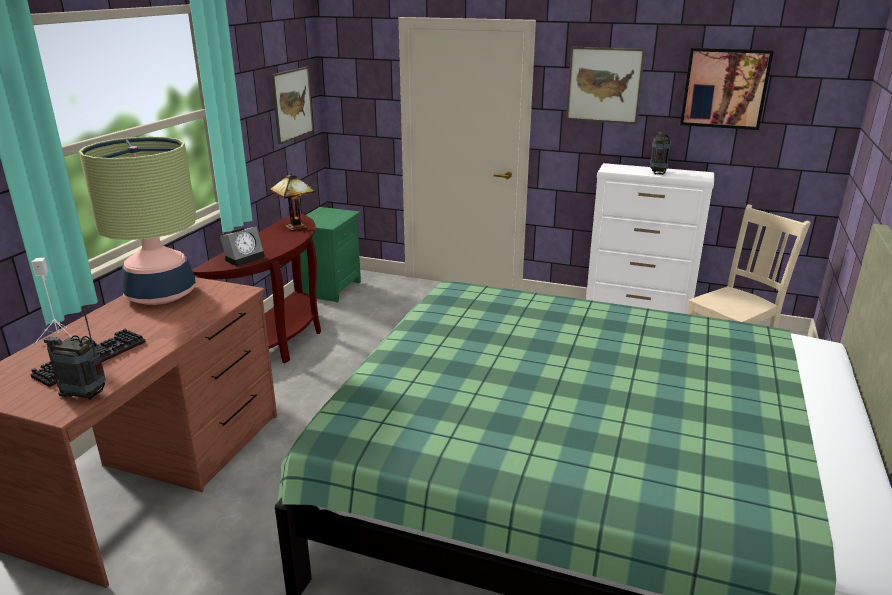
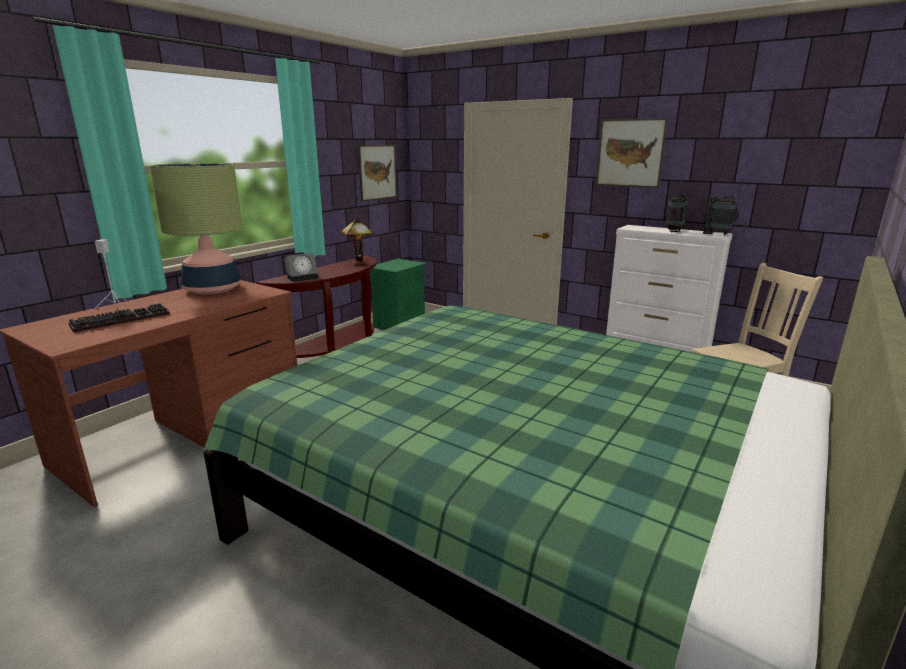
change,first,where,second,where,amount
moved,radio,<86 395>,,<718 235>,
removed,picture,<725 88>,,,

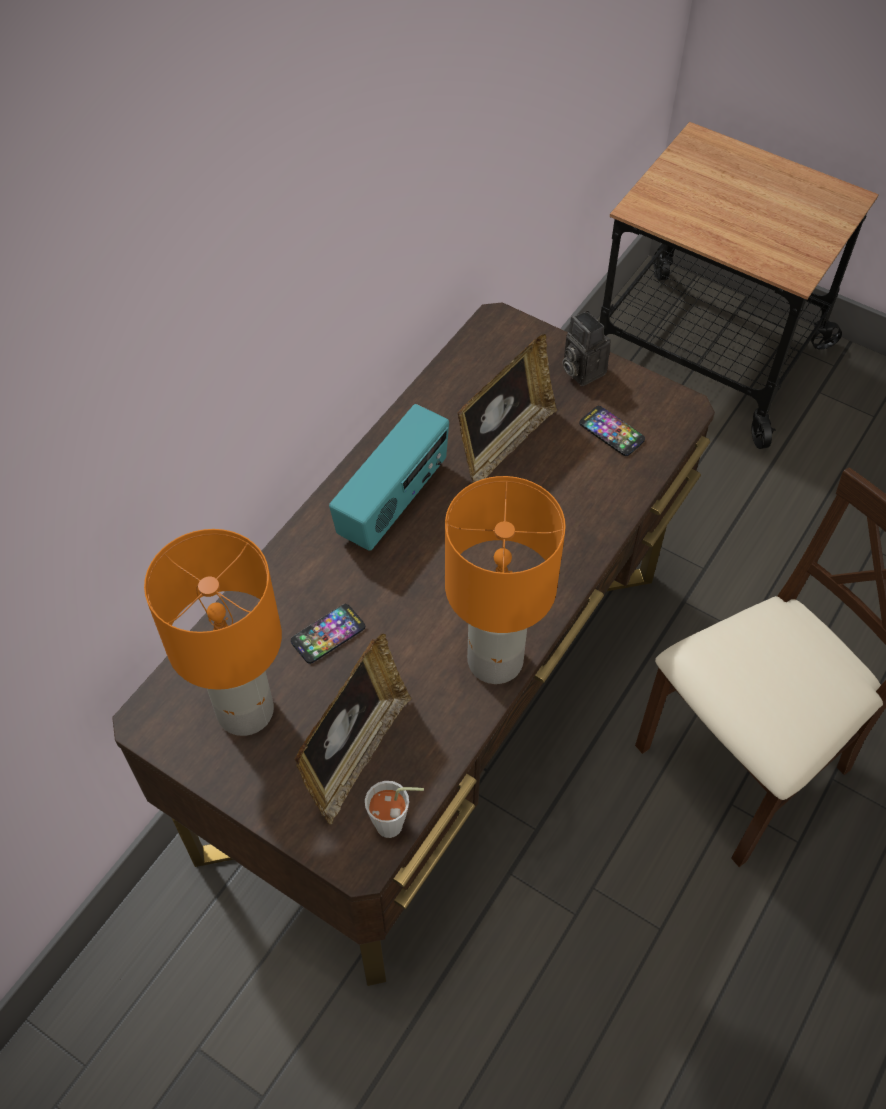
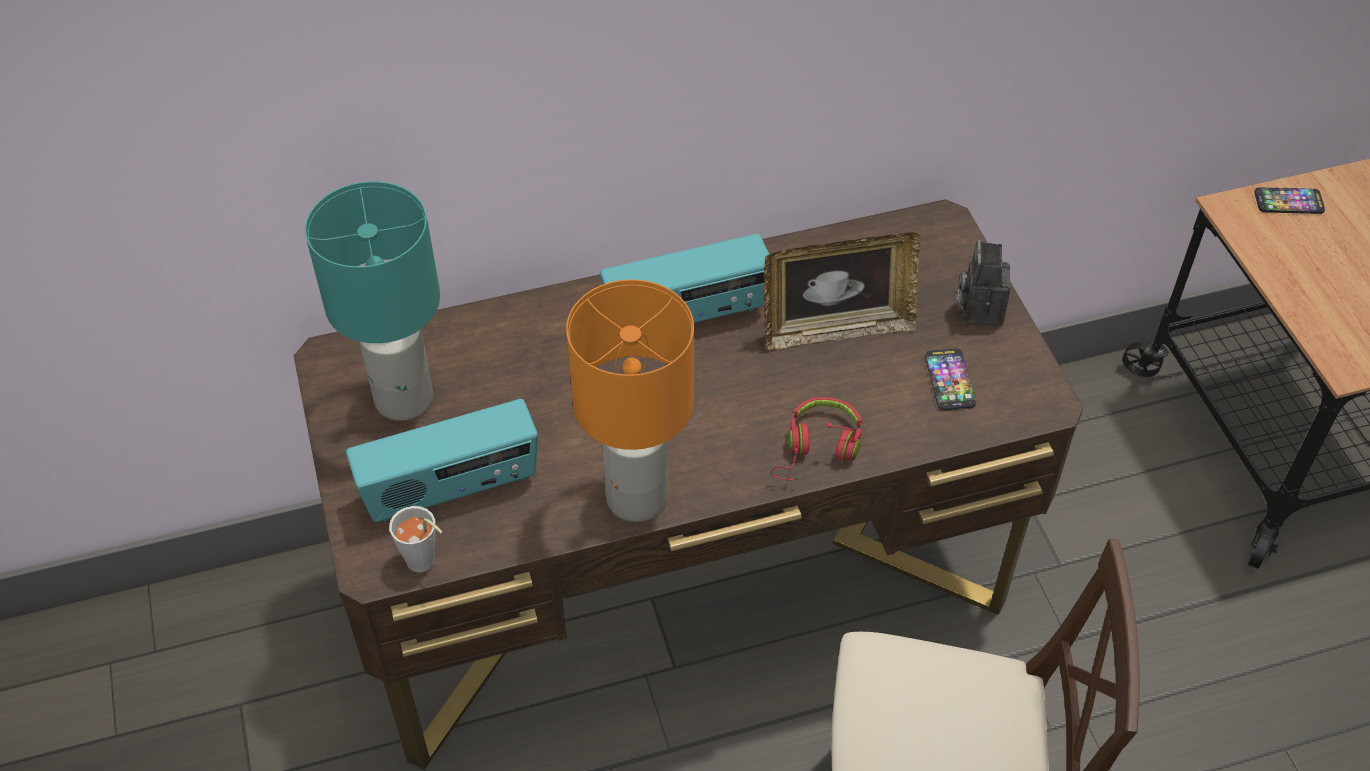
change,first,where,second,where,amount
recoloured,orange table lamp,<247 710>,turquoise table lamp,<405 400>,
replaced,picture frame,<356 754>,radio,<451 489>,
added,,,red headphones,<817 449>,
moved,phone,<328 634>,,<1288 202>,

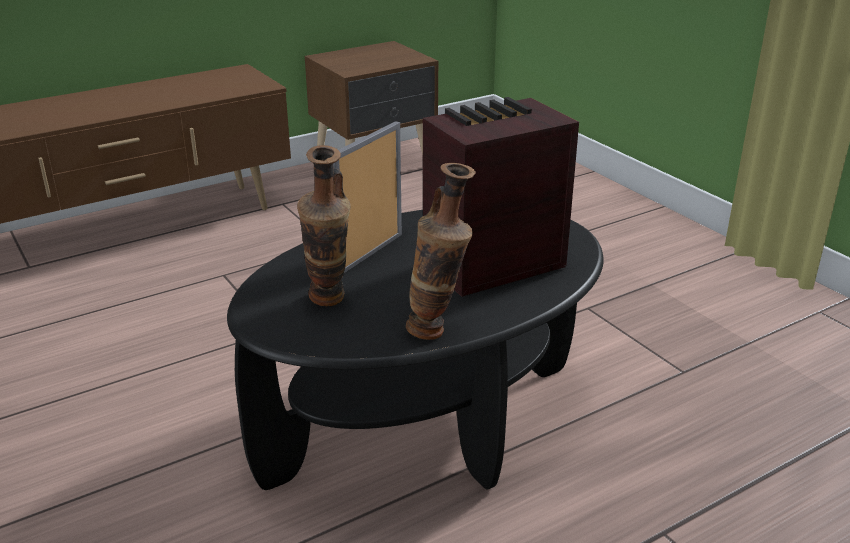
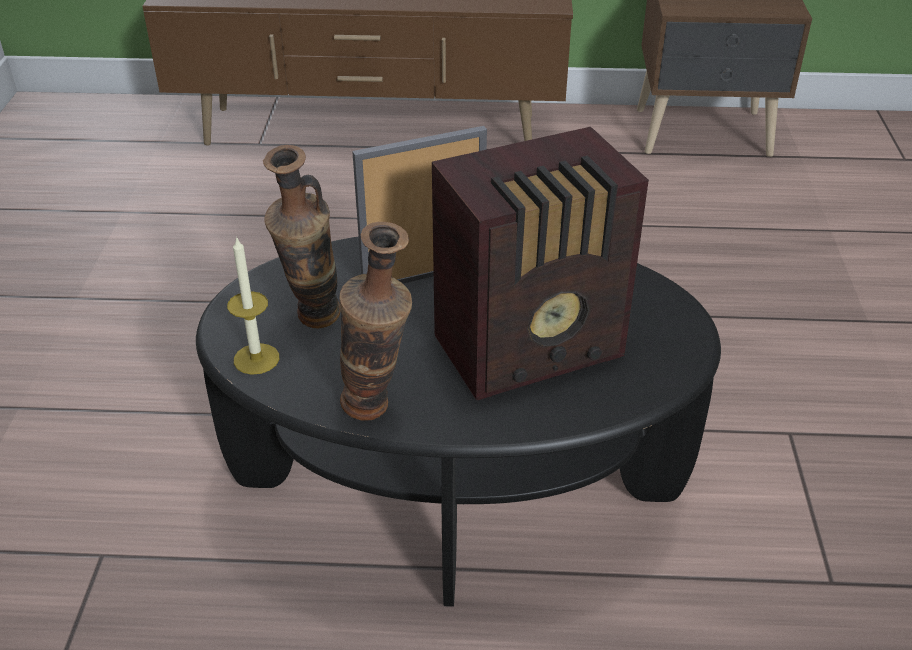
change,first,where,second,where,amount
added,,,candle,<256 359>,
turned,radio,<490 265>,,<533 349>,150 degrees clockwise

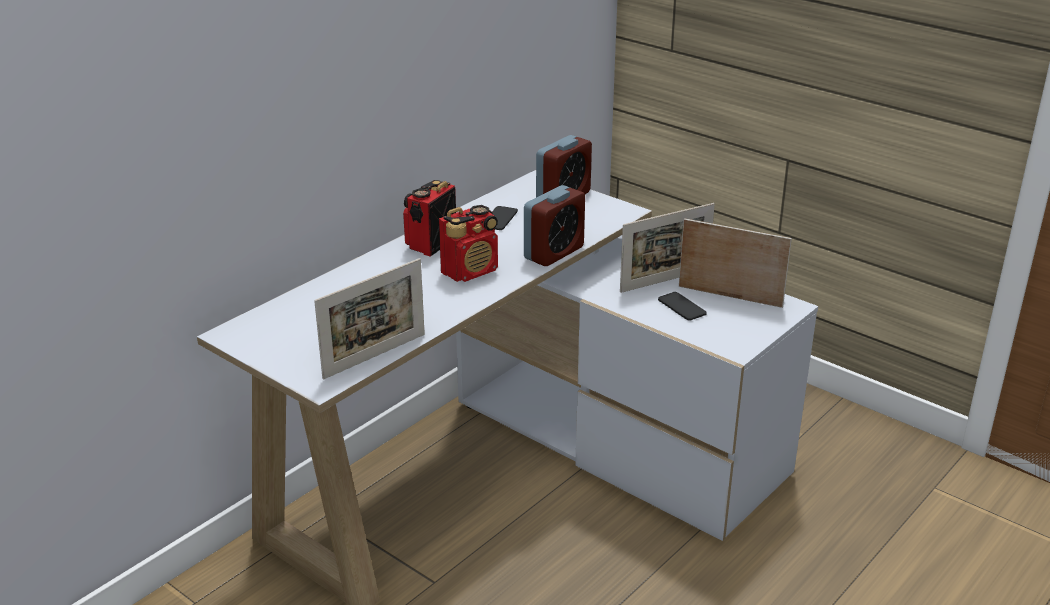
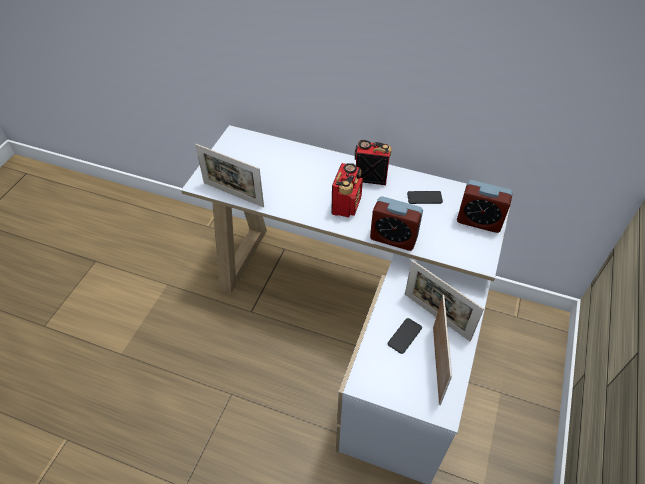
change,first,where,second,where,amount
turned,radio,<470 271>,,<346 205>,105 degrees counterclockwise

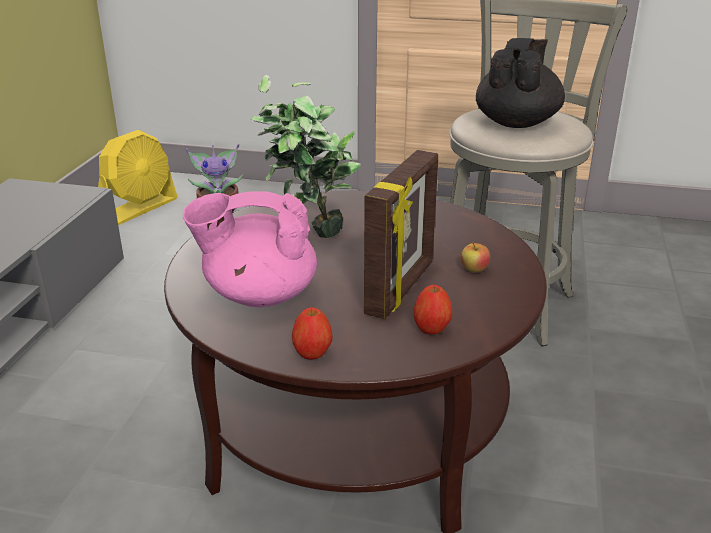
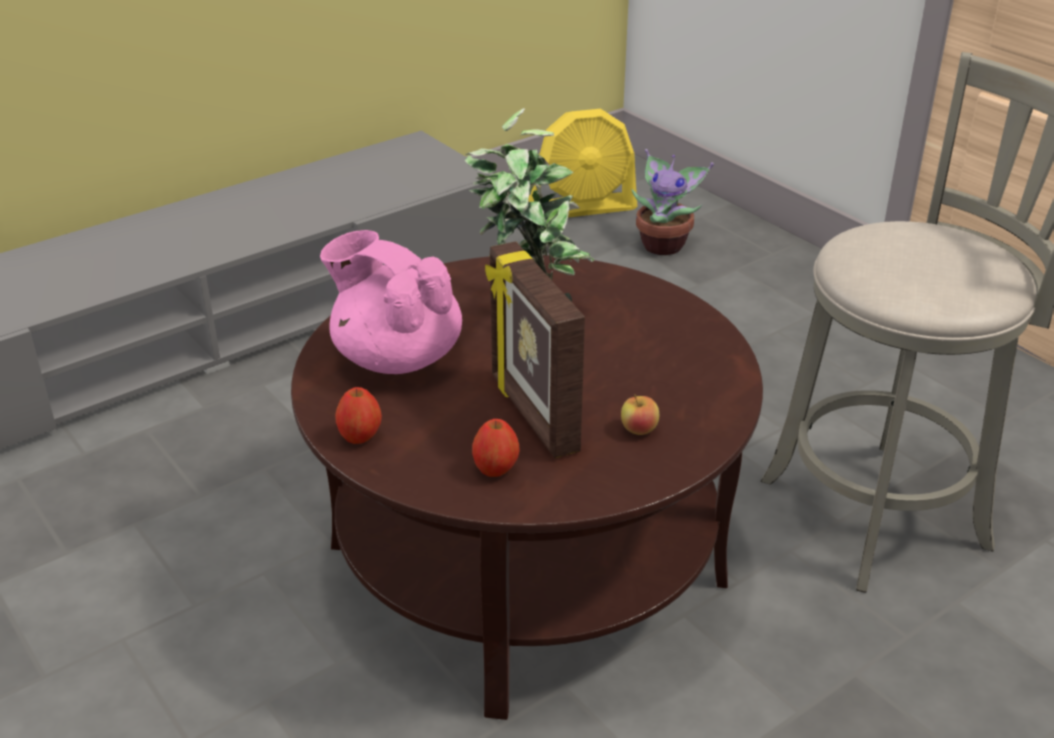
change,first,where,second,where,amount
turned,picture frame,<401 289>,,<532 414>,90 degrees clockwise
removed,black teapot,<517 123>,,,

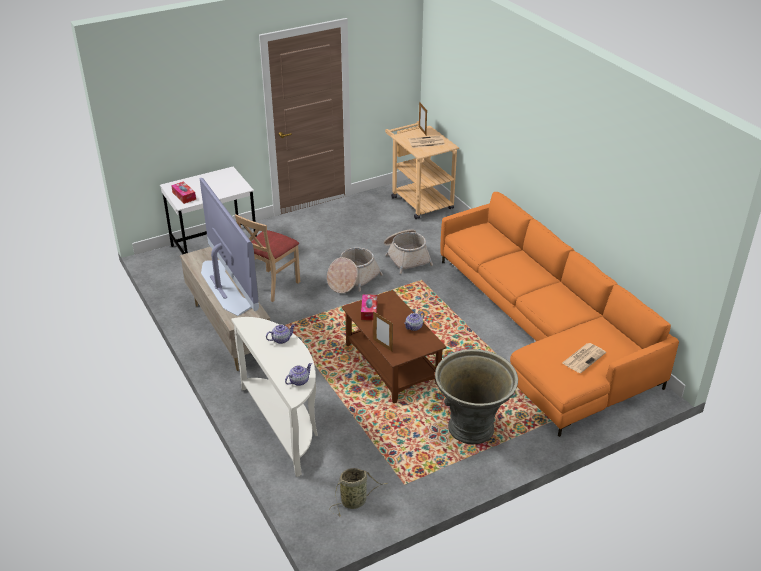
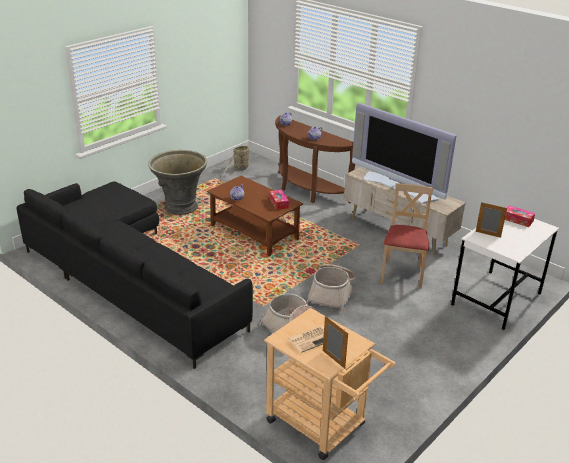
change,first,where,second,where,amount
recoloured,orange sofa,<543 332>,black sofa,<130 277>,
recoloured,white console table,<285 424>,brown console table,<306 191>,
moved,picture frame,<382 345>,,<488 234>,
removed,newspaper,<584 357>,,,

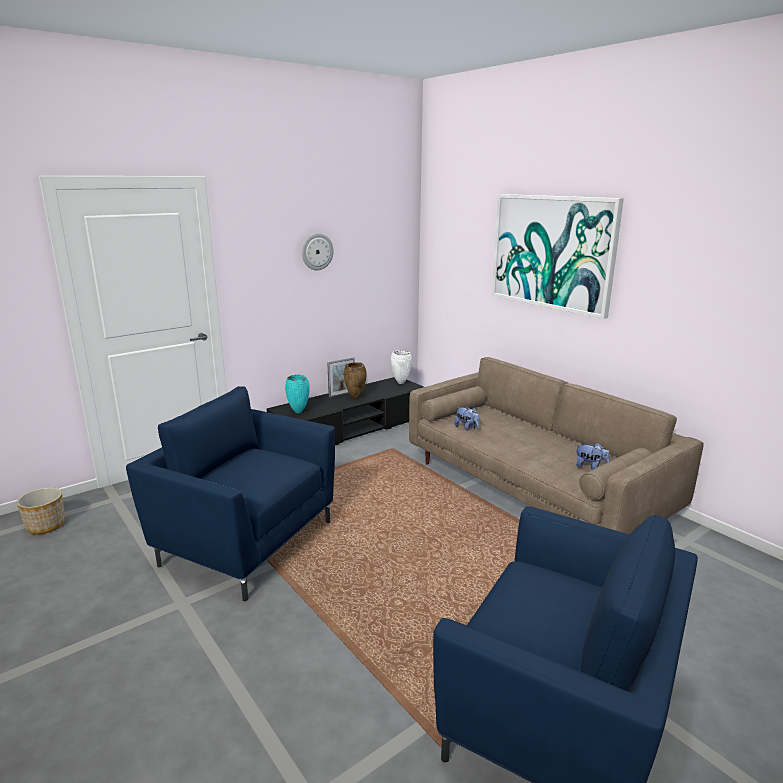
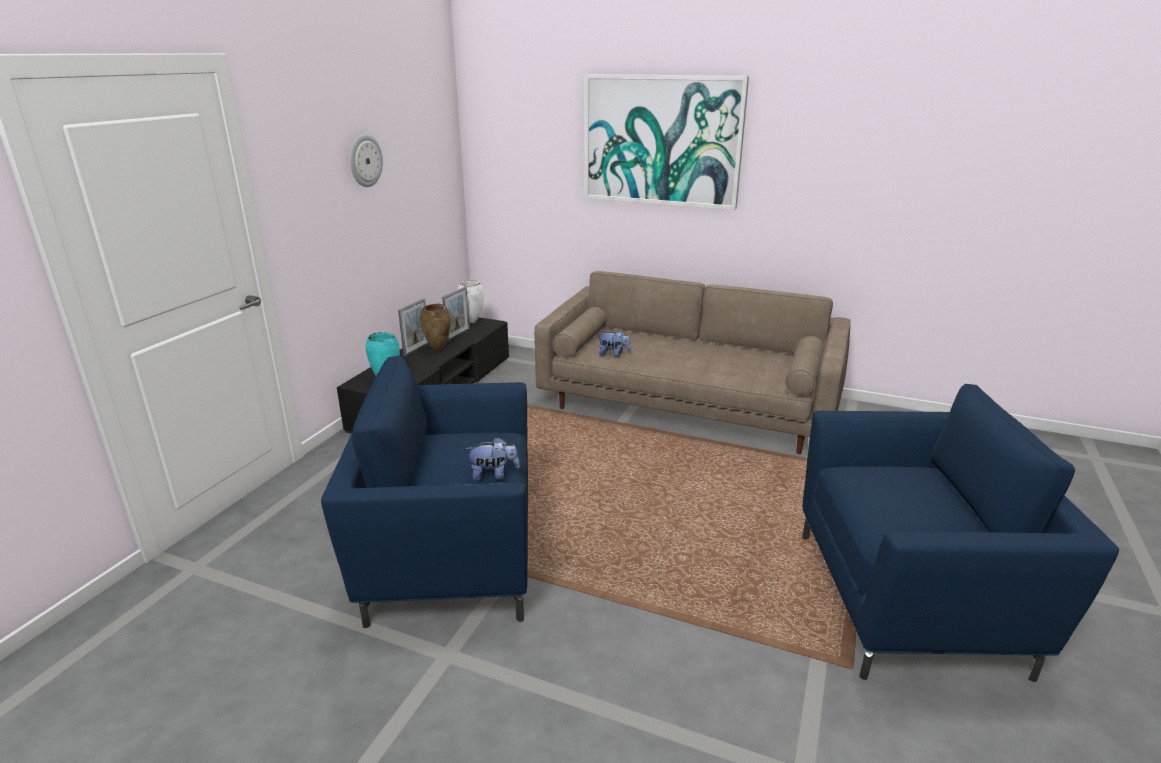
change,first,where,second,where,amount
added,,,picture frame,<458 334>,
moved,plush toy,<590 467>,,<493 475>,
removed,planter,<46 525>,,,

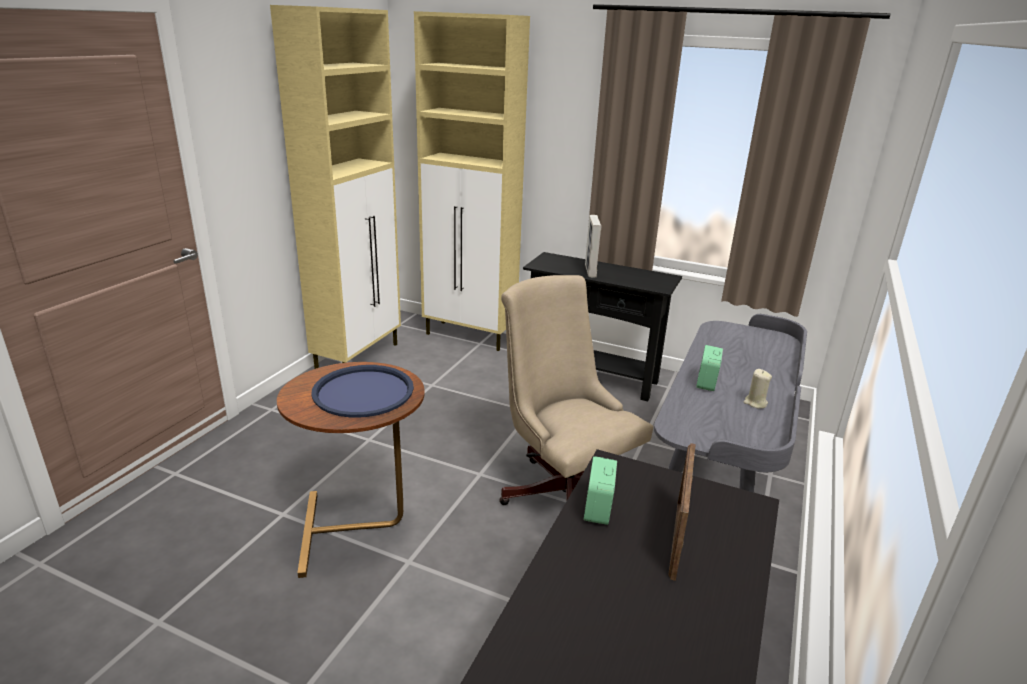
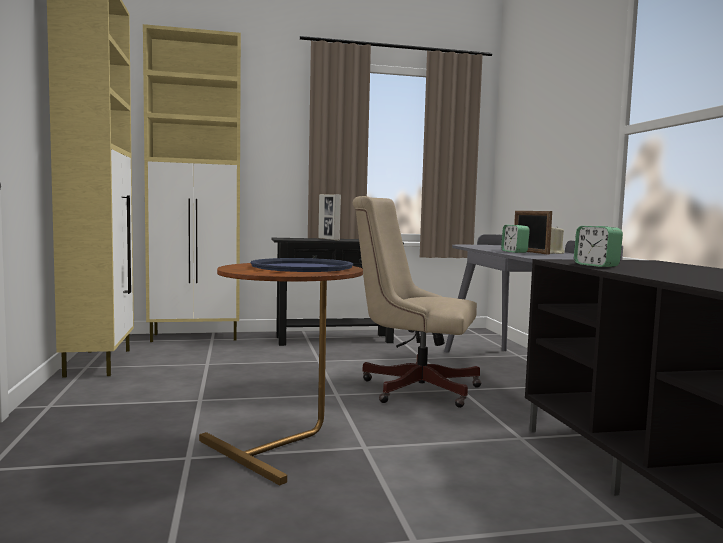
change,first,where,second,where,amount
moved,picture frame,<676 539>,,<530 252>,

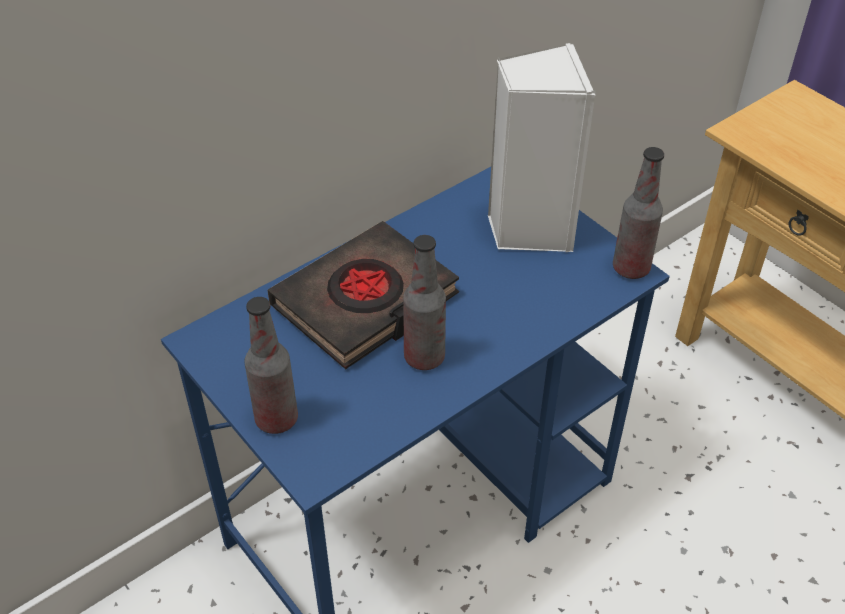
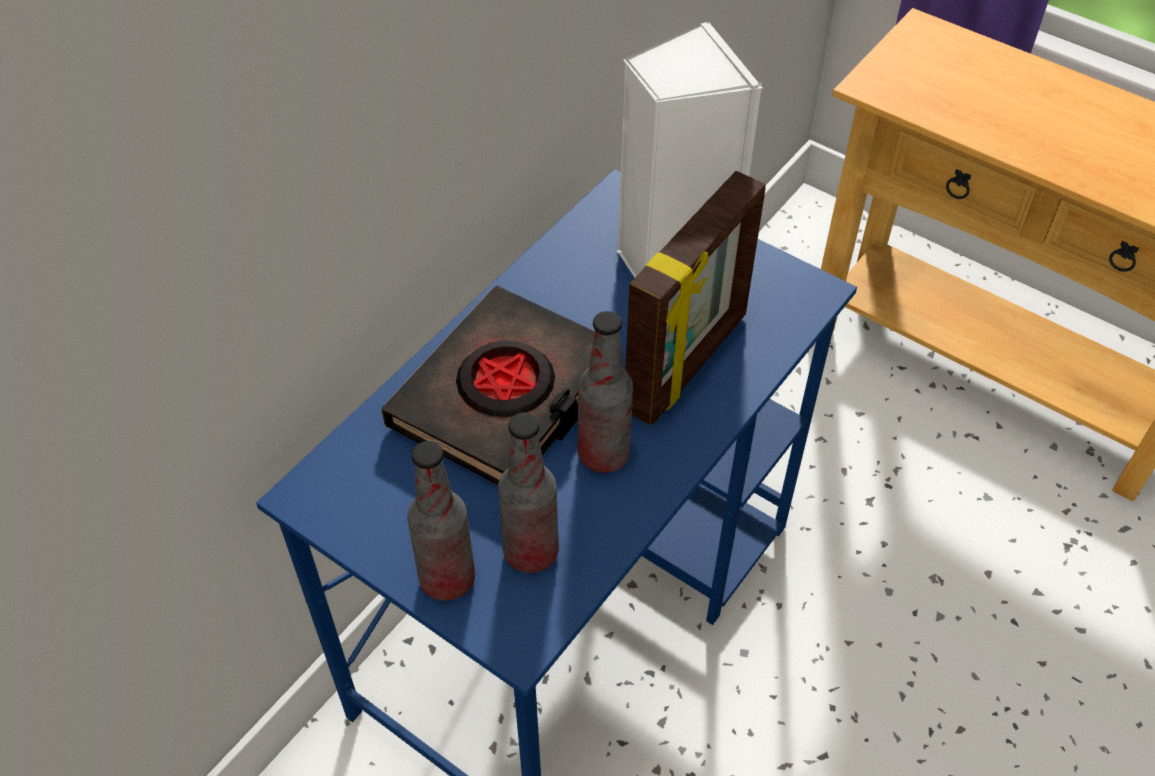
change,first,where,second,where,amount
moved,bottle,<631 268>,,<531 552>,
added,,,picture frame,<689 364>,

